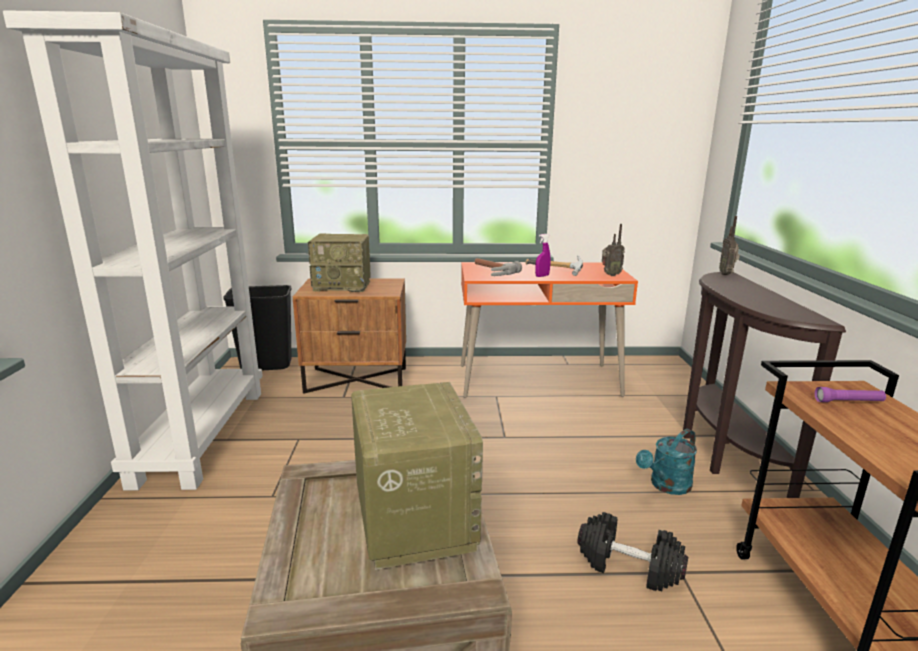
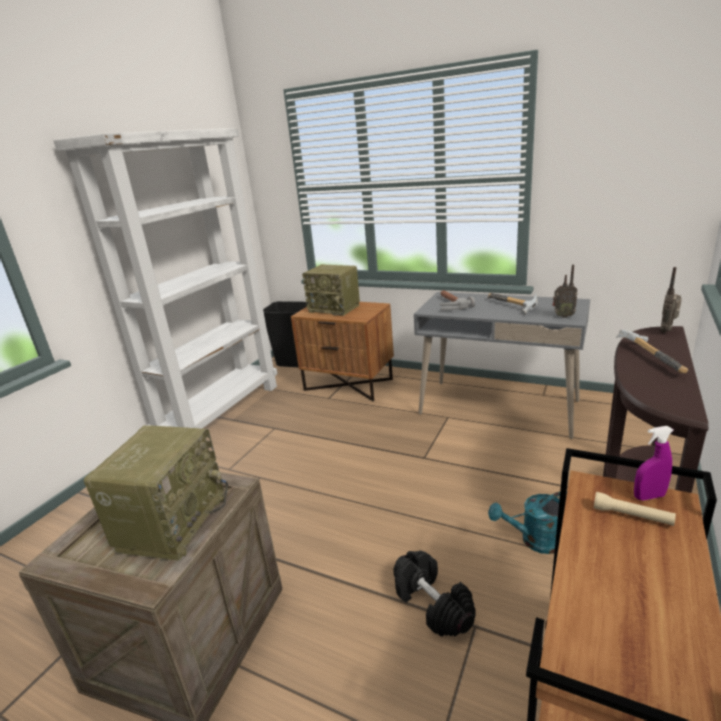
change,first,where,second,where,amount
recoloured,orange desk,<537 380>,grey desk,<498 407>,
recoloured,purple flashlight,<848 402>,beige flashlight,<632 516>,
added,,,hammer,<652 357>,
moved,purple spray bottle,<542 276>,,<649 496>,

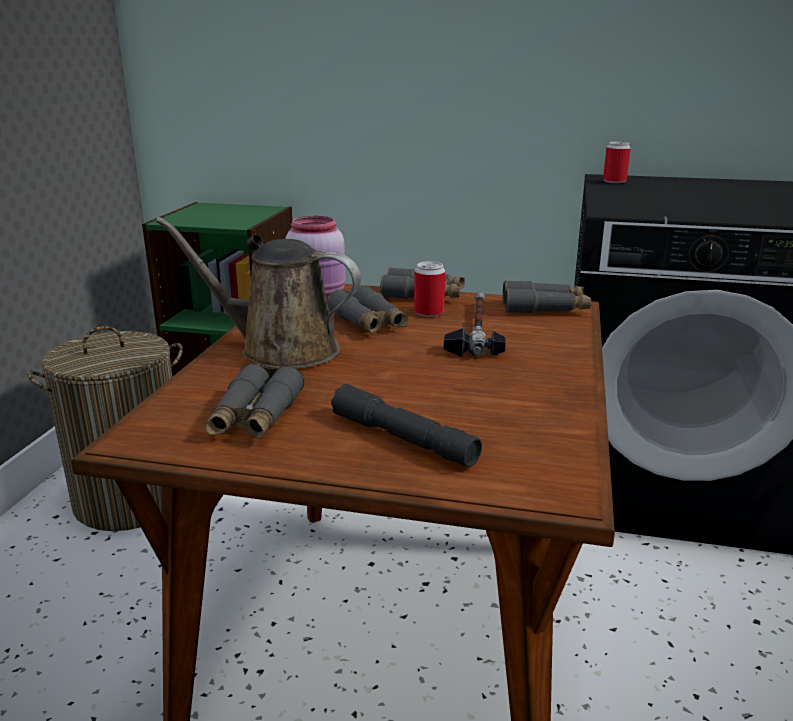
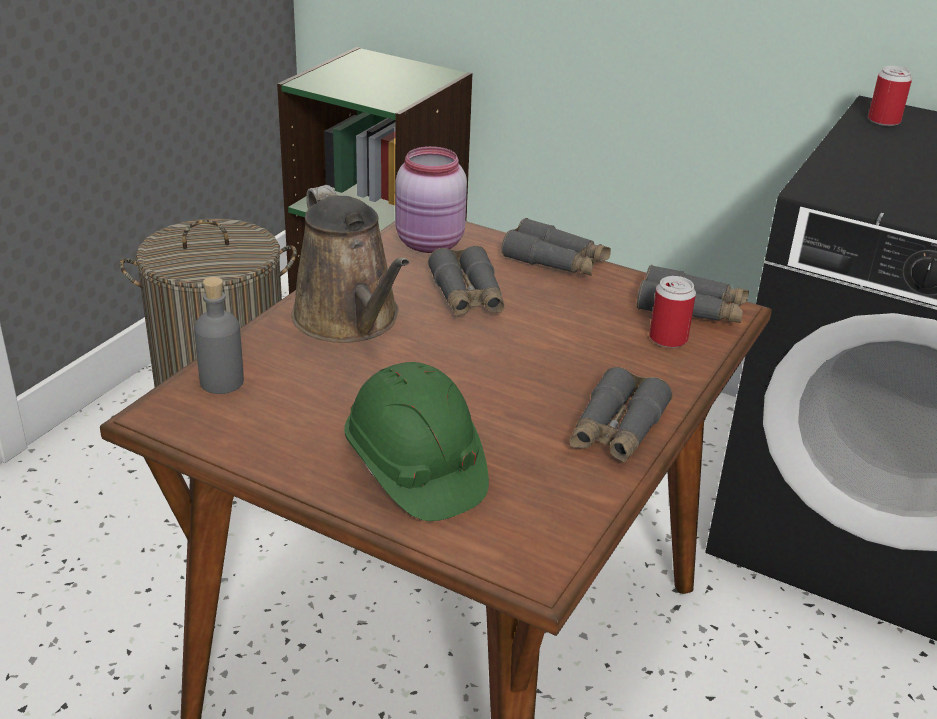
change,first,where,second,where,amount
added,,,grey bottle,<222 382>,
turned,brown watering can,<280 350>,,<350 320>,150 degrees counterclockwise
replaced,grey flashlight,<403 439>,green hard hat,<414 469>,
moved,grey binoculars,<255 417>,,<617 430>,
moved,can,<429 312>,,<668 339>,
removed,hammer,<475 329>,,,

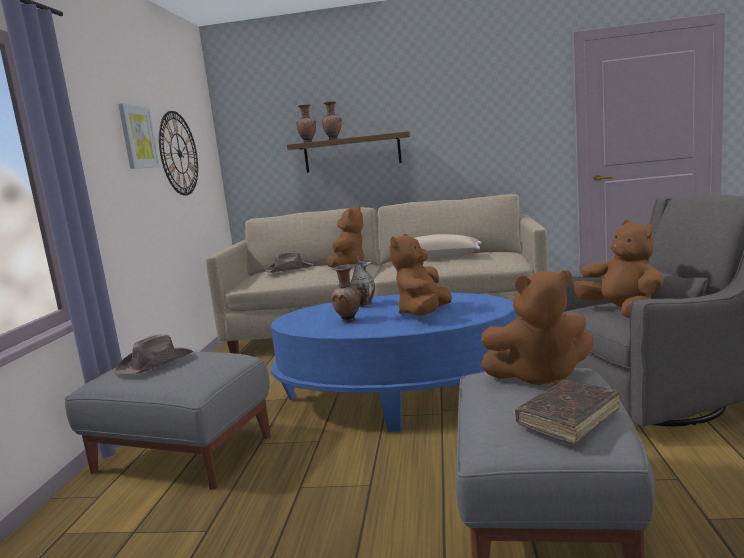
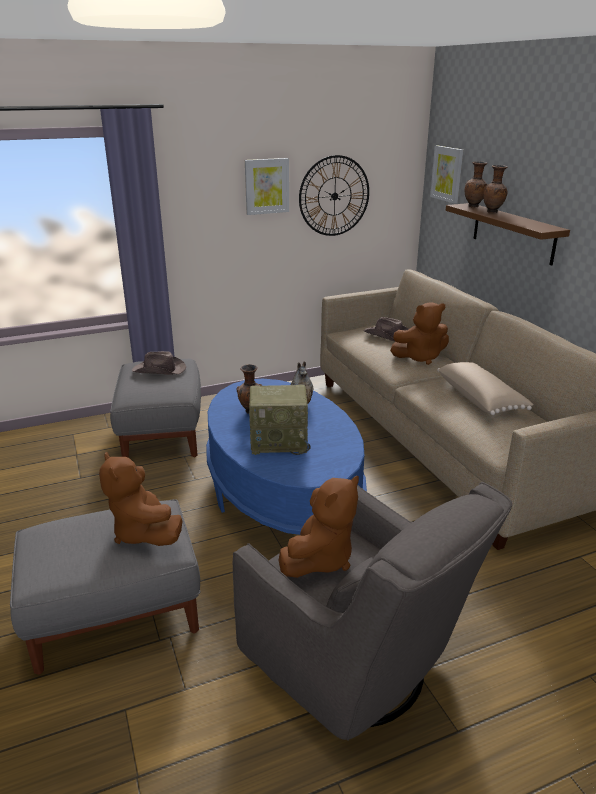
change,first,where,second,where,amount
replaced,brown plush toy,<424 314>,radio,<280 441>,
added,,,picture,<447 174>,
removed,brown book,<568 419>,,,

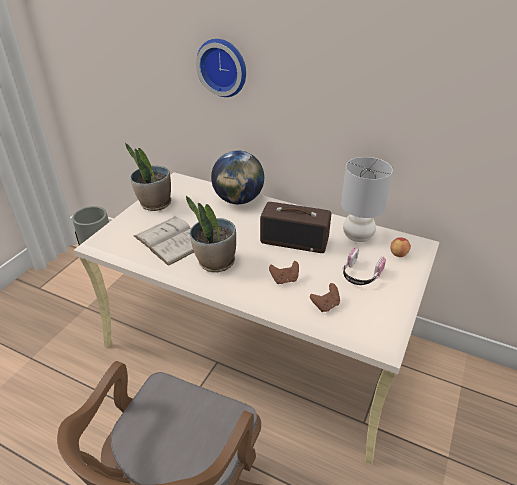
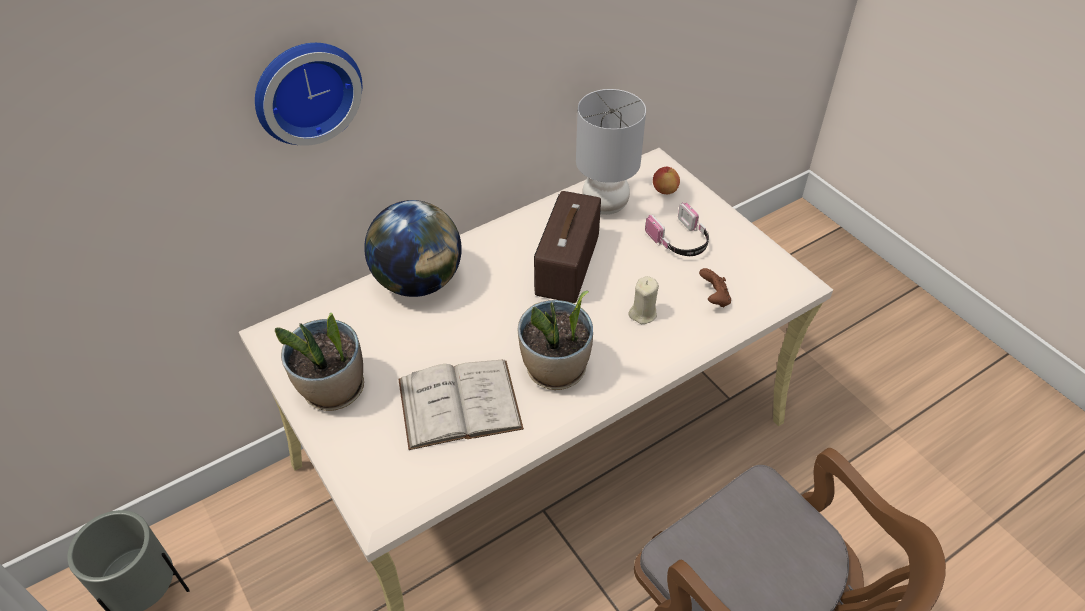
change,first,where,second,where,amount
turned,radio,<295 240>,,<568 266>,150 degrees clockwise
replaced,brown game controller,<284 280>,beige candle,<643 313>,

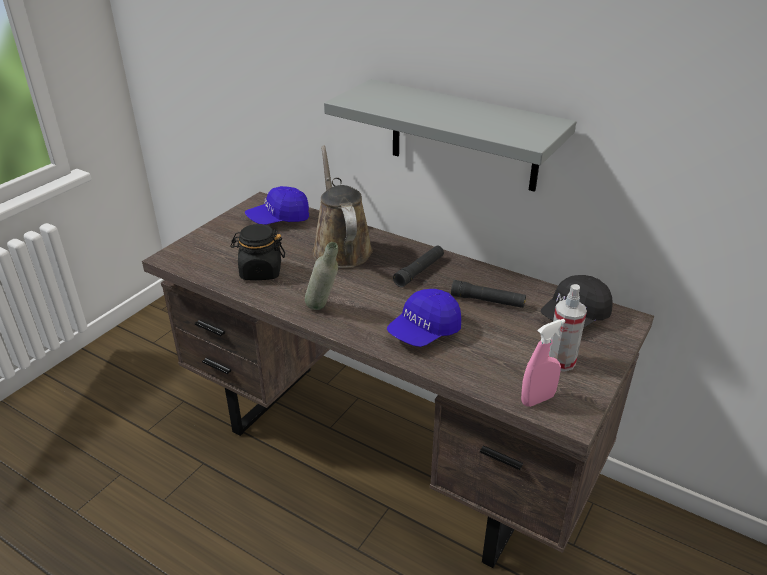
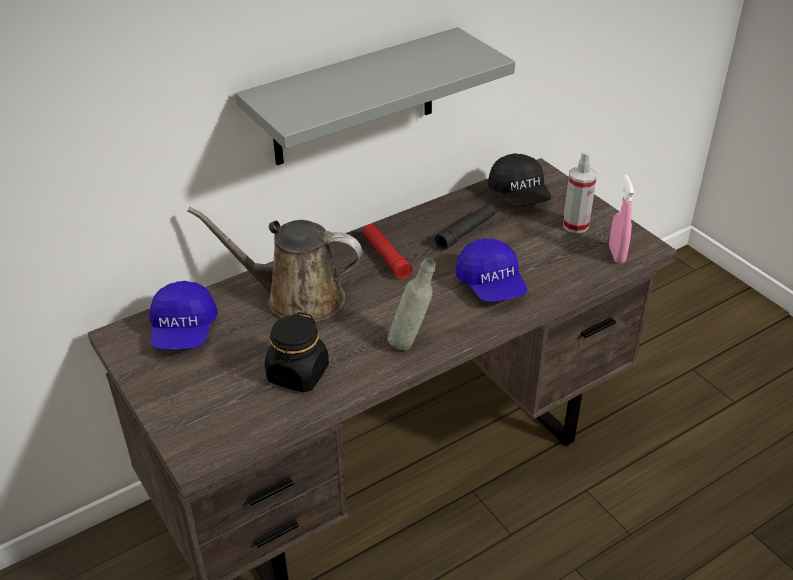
change,first,where,second,where,amount
recoloured,black flashlight,<419 271>,red flashlight,<386 256>,

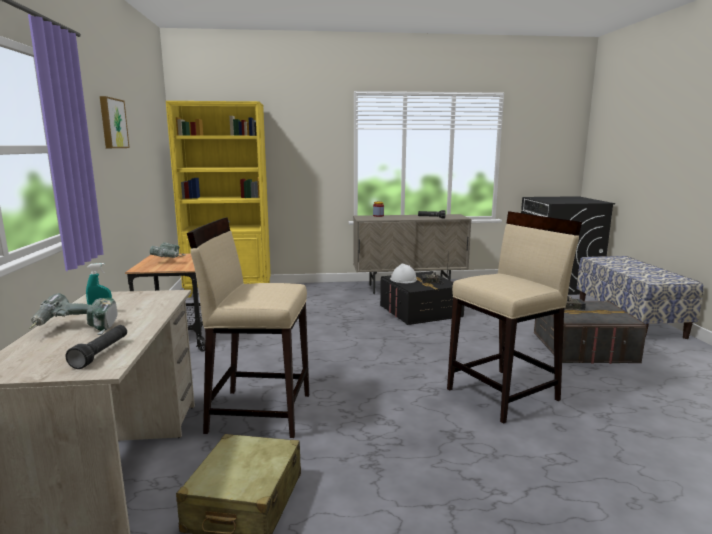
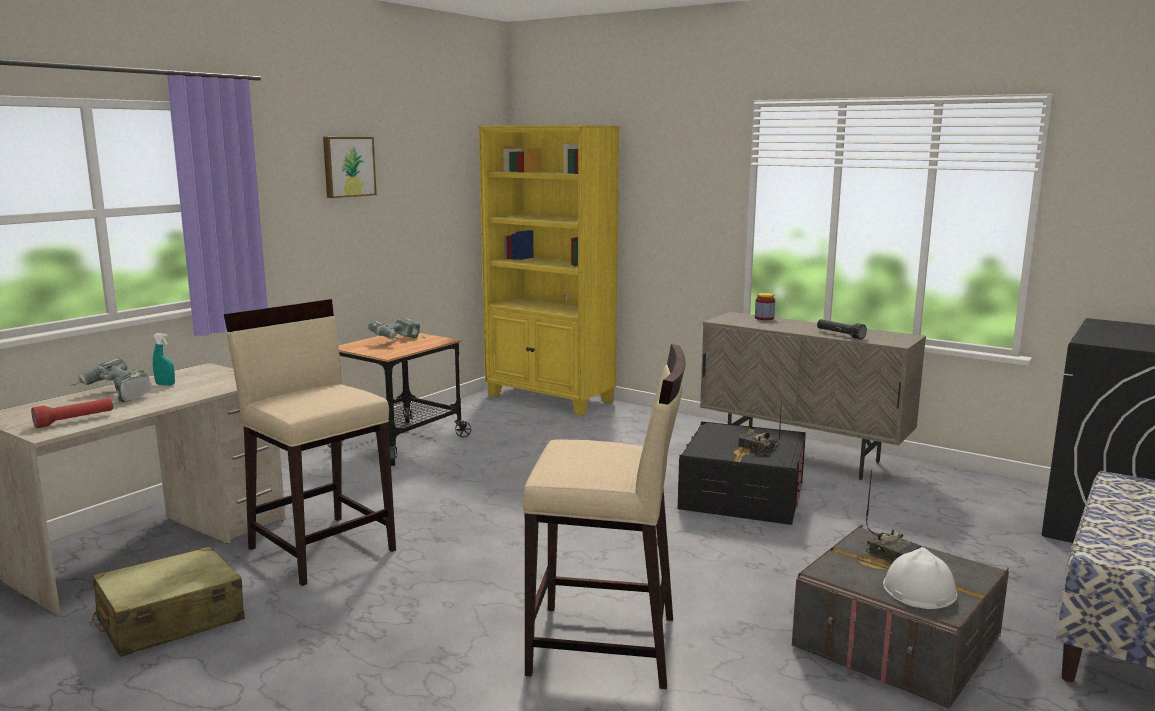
change,first,where,second,where,amount
recoloured,black flashlight,<101 353>,red flashlight,<75 420>,
moved,white hard hat,<403 279>,,<919 590>,

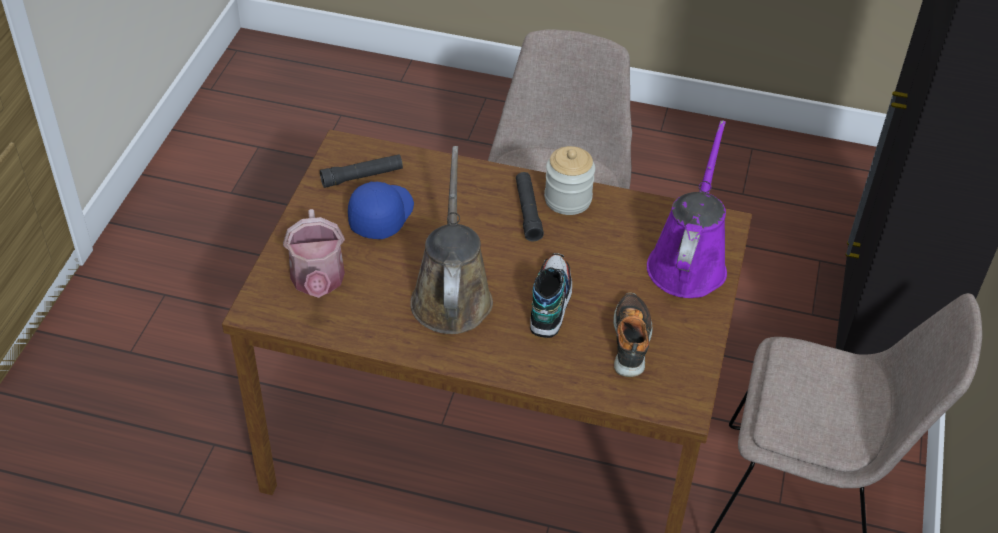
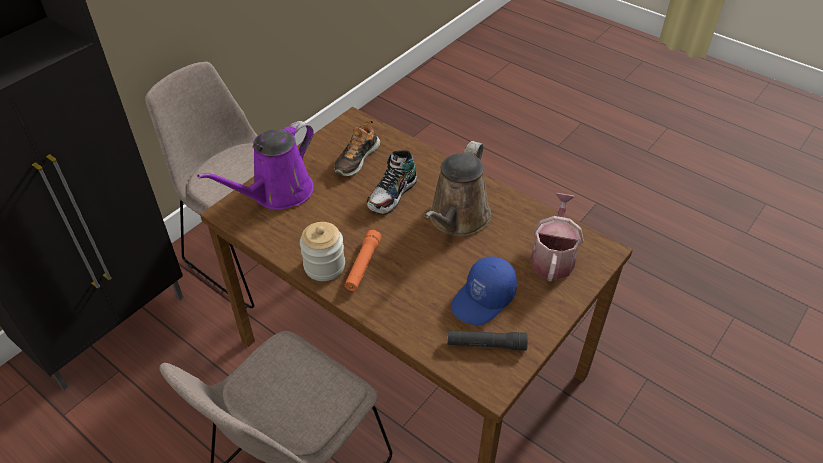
change,first,where,second,where,amount
recoloured,black flashlight,<528 212>,orange flashlight,<363 265>,

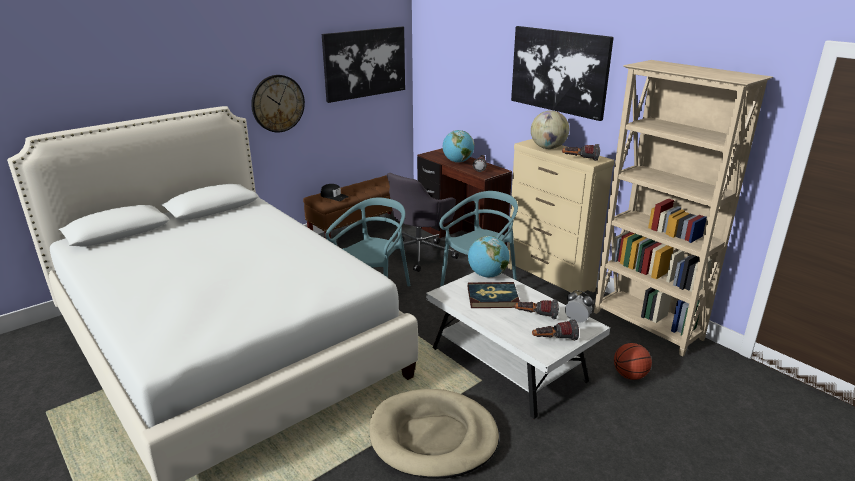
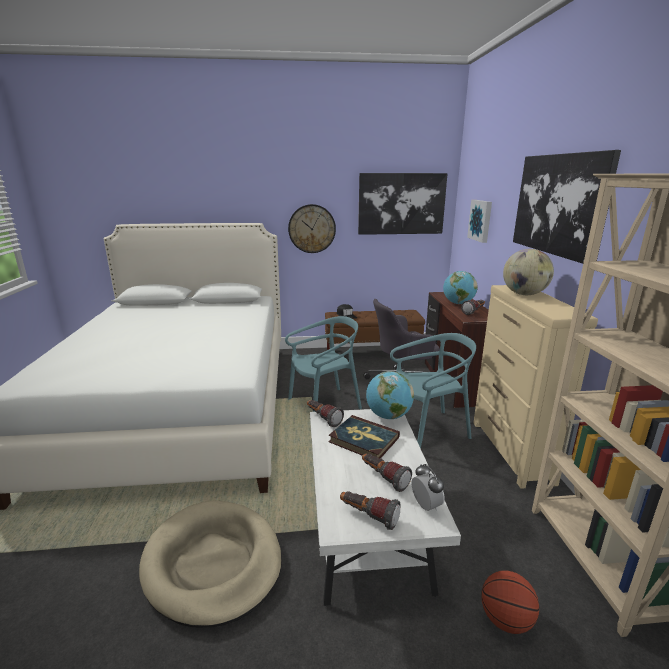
change,first,where,second,where,amount
moved,flashlight,<579 159>,,<322 419>,
added,,,picture,<481 220>,

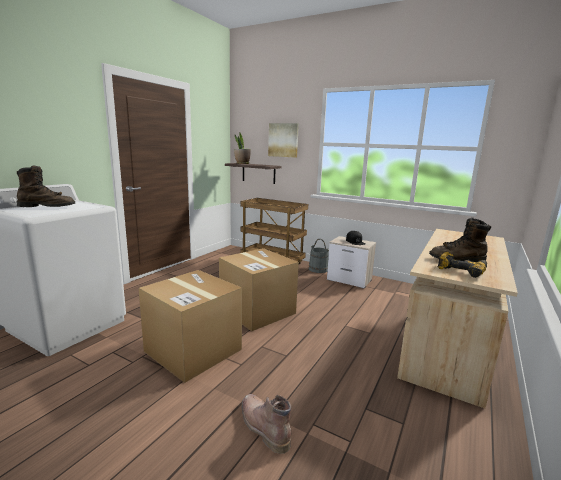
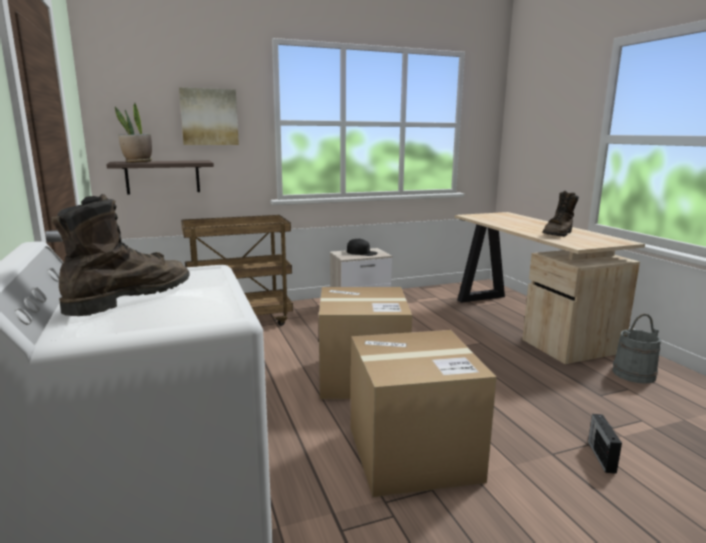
change,first,where,second,where,amount
replaced,brown boot,<263 426>,radio,<601 456>,
moved,grey bucket,<318 269>,,<633 373>,
removed,power drill,<462 270>,,,

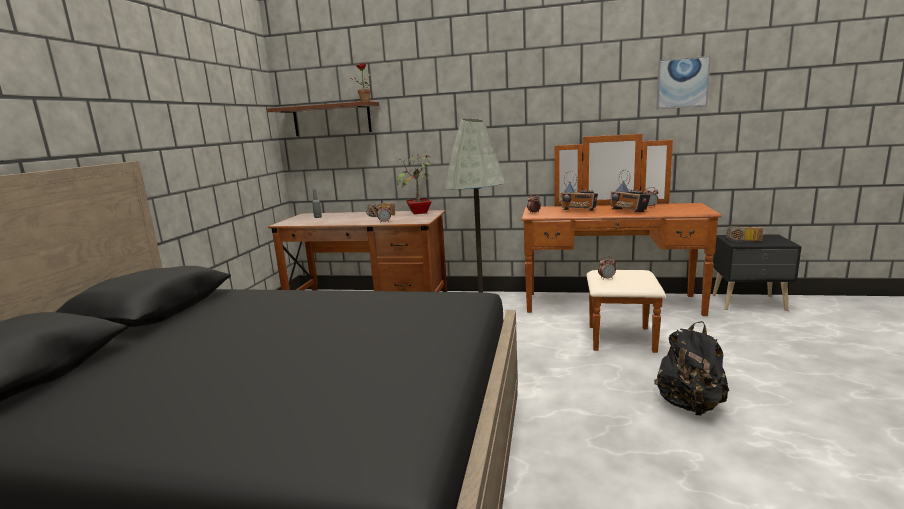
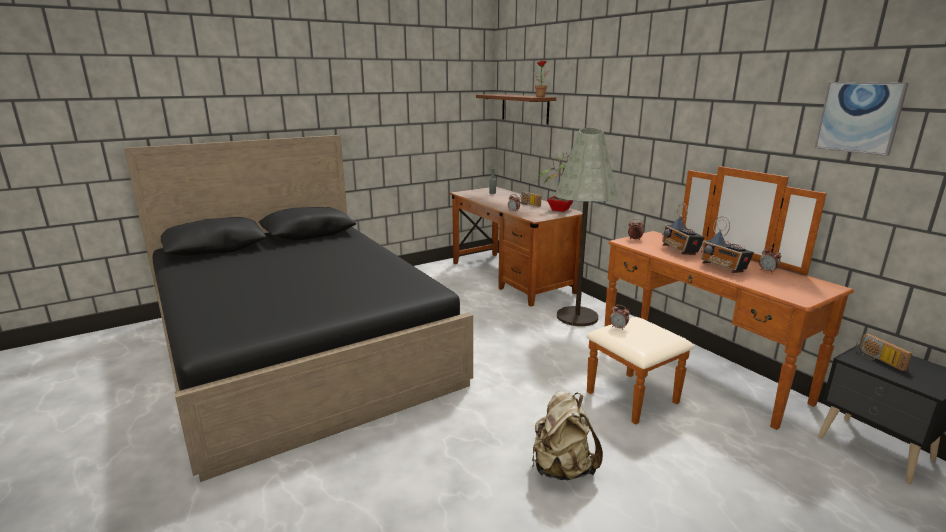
change,first,where,second,where,amount
recoloured,black backpack,<689 405>,beige backpack,<562 469>,
turned,radio,<628 211>,,<723 268>,45 degrees counterclockwise

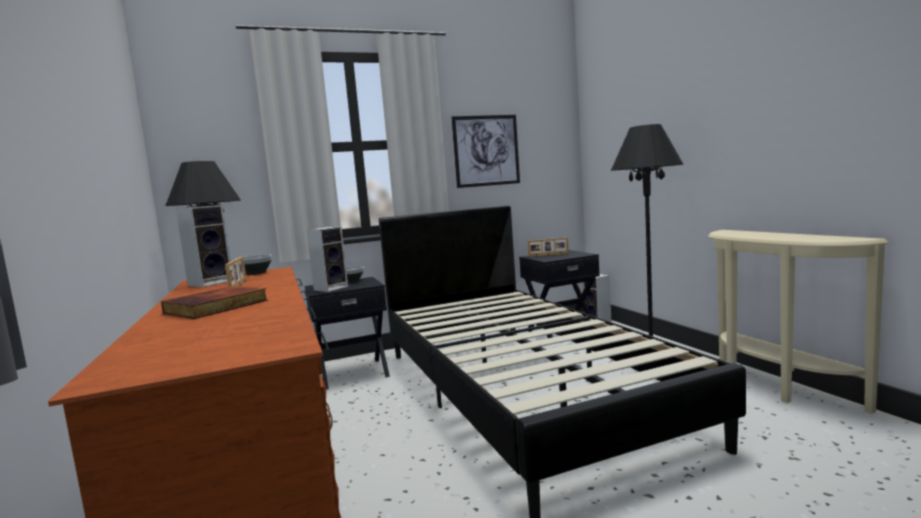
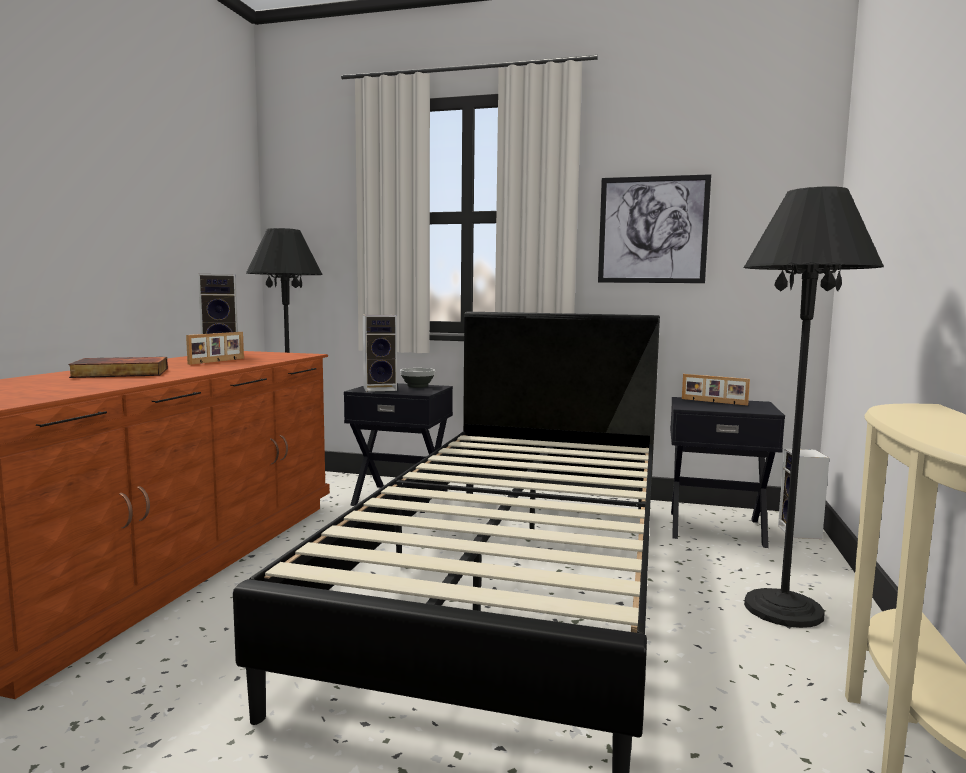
change,first,where,second,where,amount
removed,bowl,<256 273>,,,

